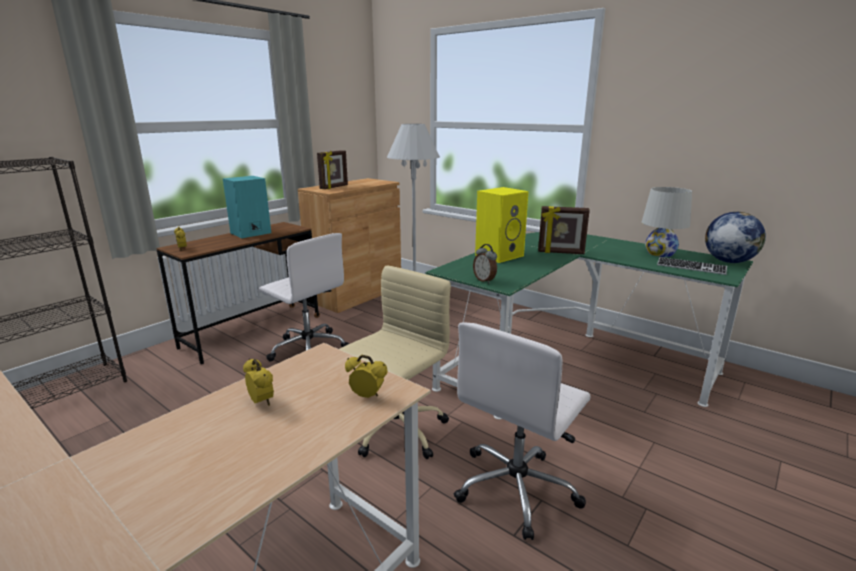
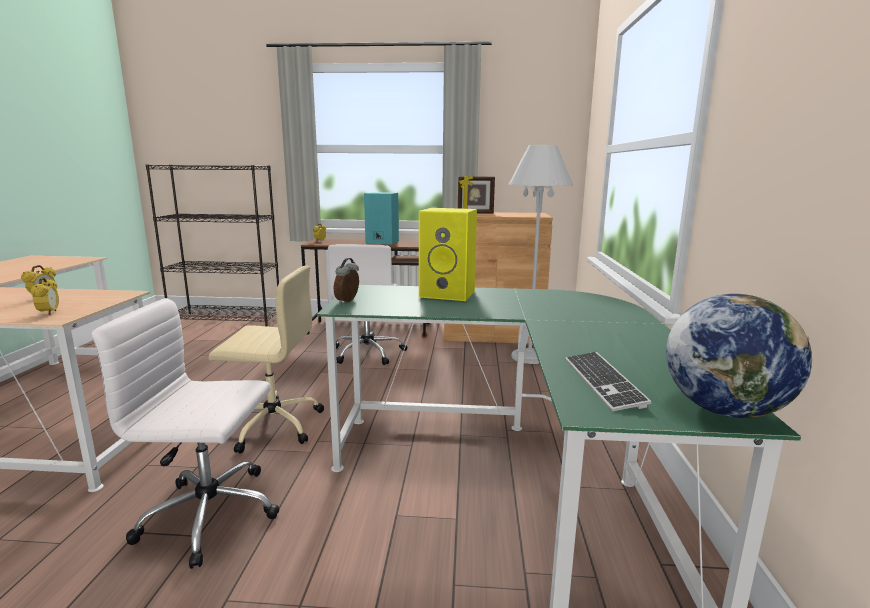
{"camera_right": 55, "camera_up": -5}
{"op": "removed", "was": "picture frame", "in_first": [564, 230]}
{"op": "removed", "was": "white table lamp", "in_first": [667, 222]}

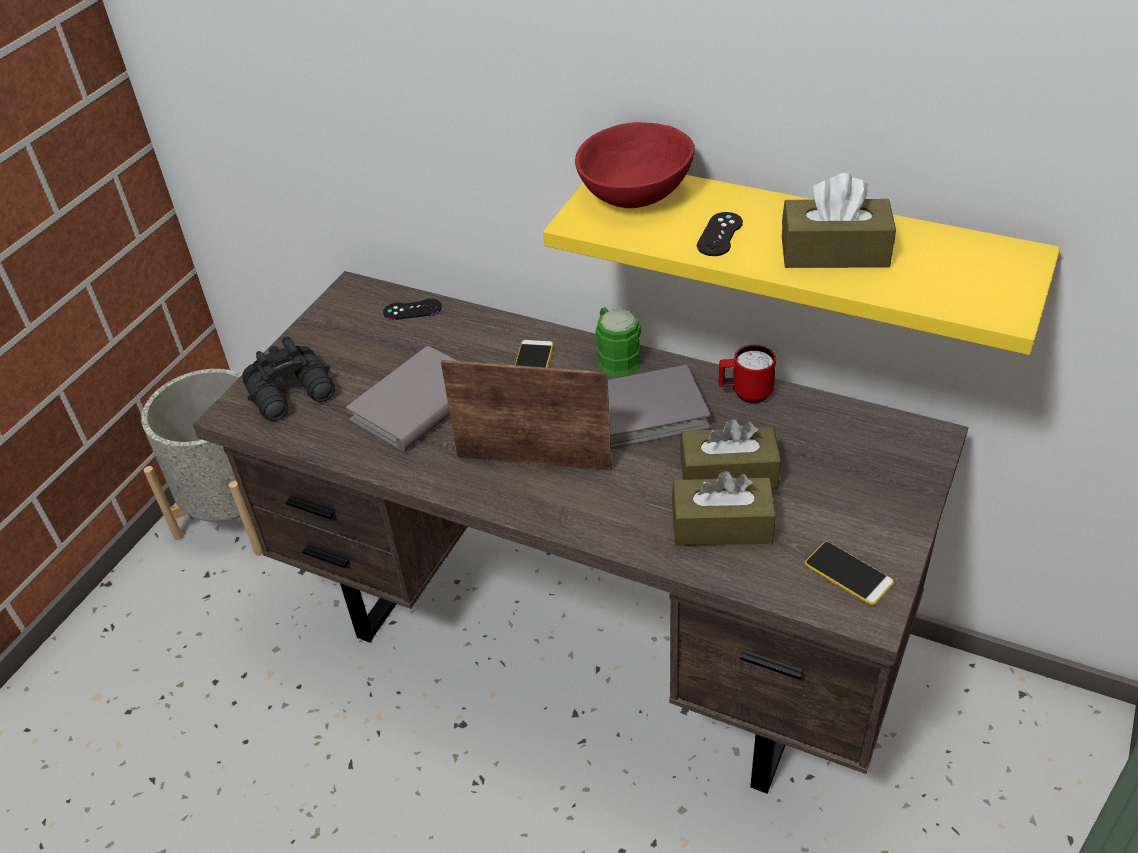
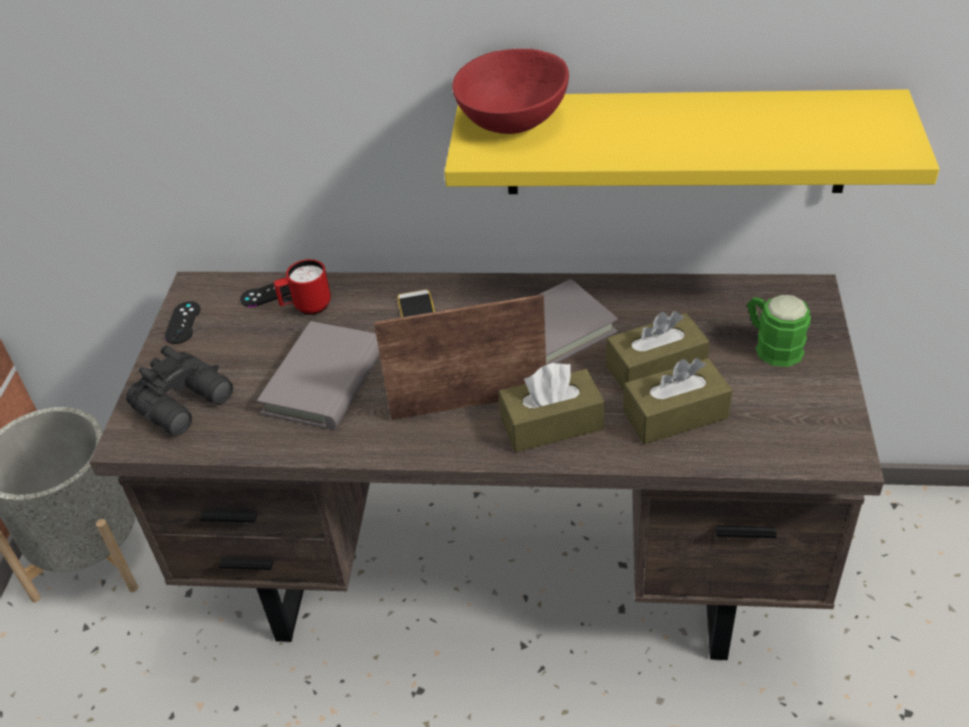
{"camera_right": -20, "camera_up": 0}
{"op": "removed", "was": "phone", "in_first": [849, 573]}
{"op": "moved", "was": "green mug", "in_first": [618, 342], "in_second": [779, 331]}
{"op": "moved", "was": "black game controller", "in_first": [720, 234], "in_second": [183, 322]}
{"op": "moved", "was": "red mug", "in_first": [747, 373], "in_second": [302, 287]}
{"op": "moved", "was": "brown tissue box", "in_first": [839, 220], "in_second": [551, 407]}

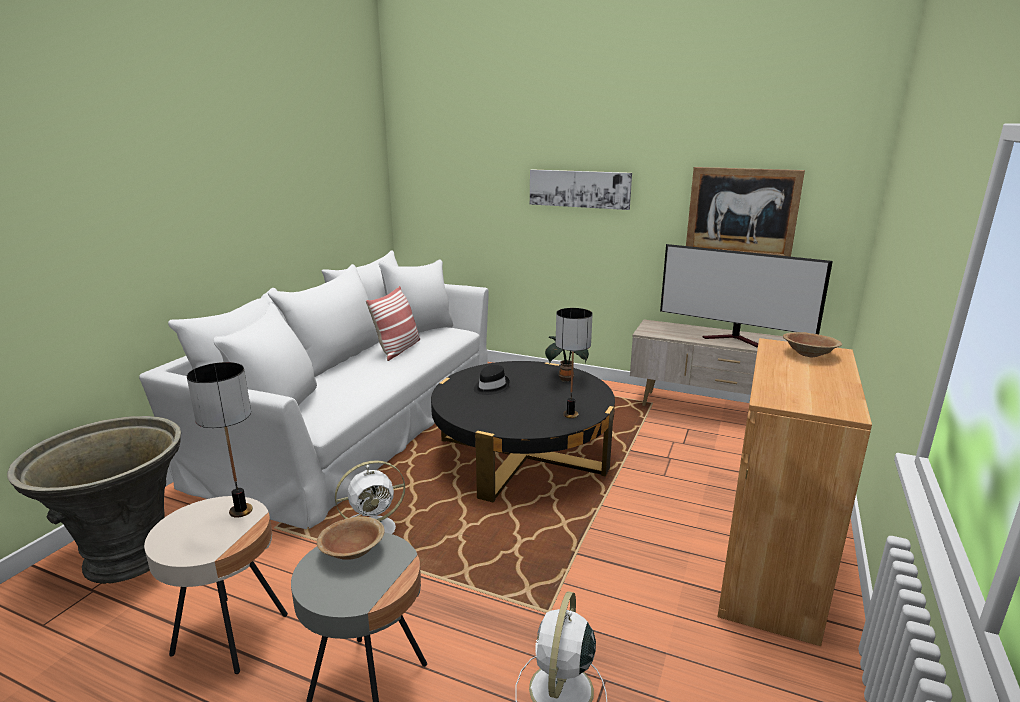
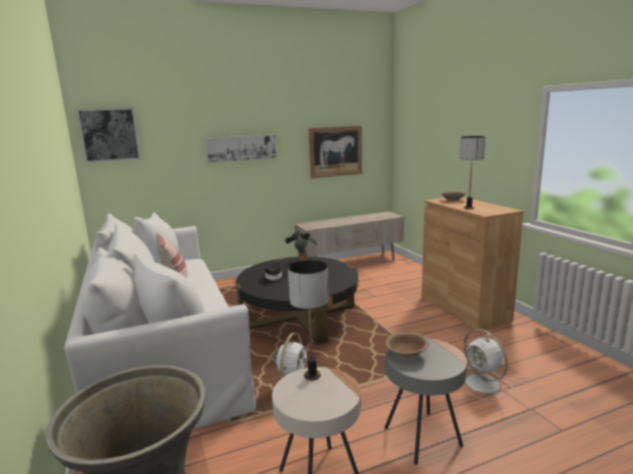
{"camera_right": -45, "camera_up": -5}
{"op": "removed", "was": "television", "in_first": [746, 296]}
{"op": "added", "now": "picture", "in_second": [108, 135]}
{"op": "moved", "was": "table lamp", "in_first": [574, 363], "in_second": [473, 172]}

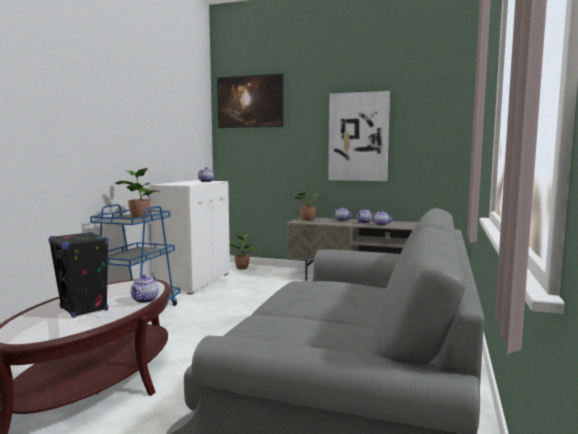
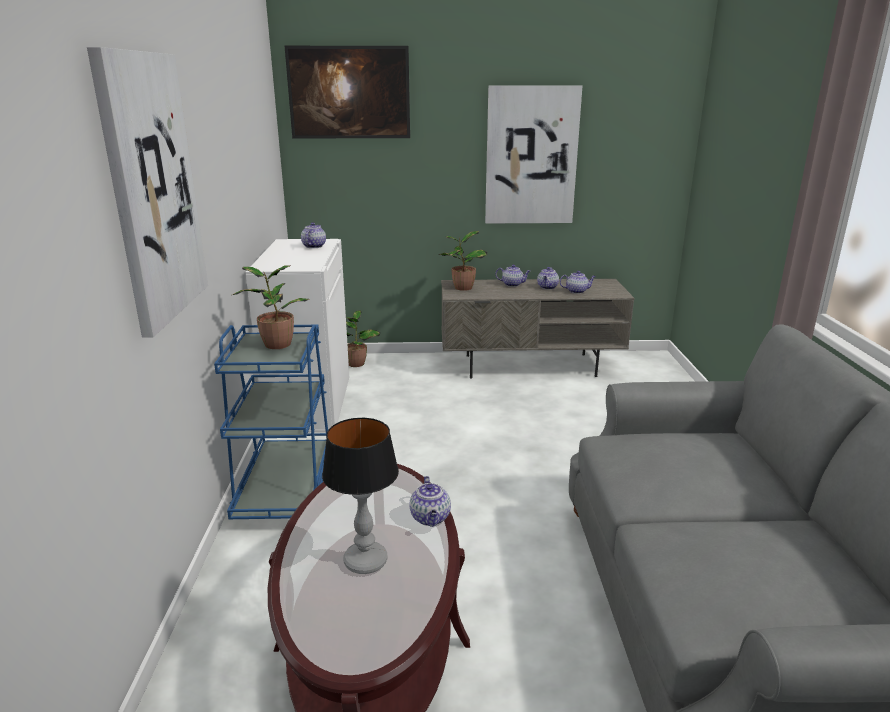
{"camera_right": -20, "camera_up": 15}
{"op": "added", "now": "picture", "in_second": [147, 192]}
{"op": "replaced", "was": "black speaker", "now": "table lamp", "in_first": [78, 275], "in_second": [360, 496]}

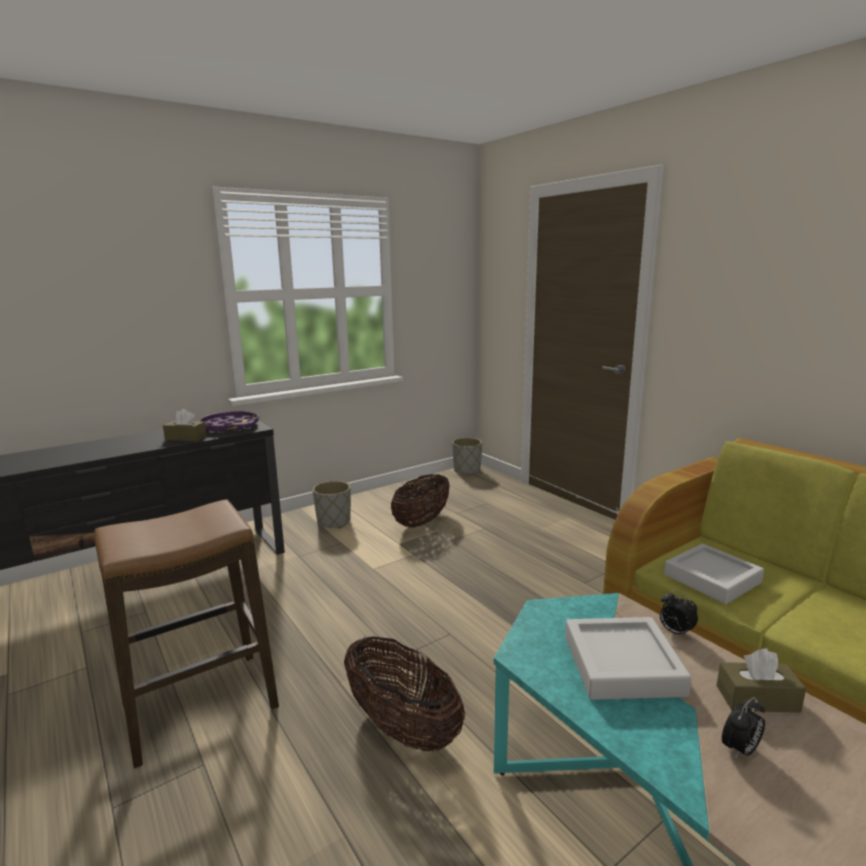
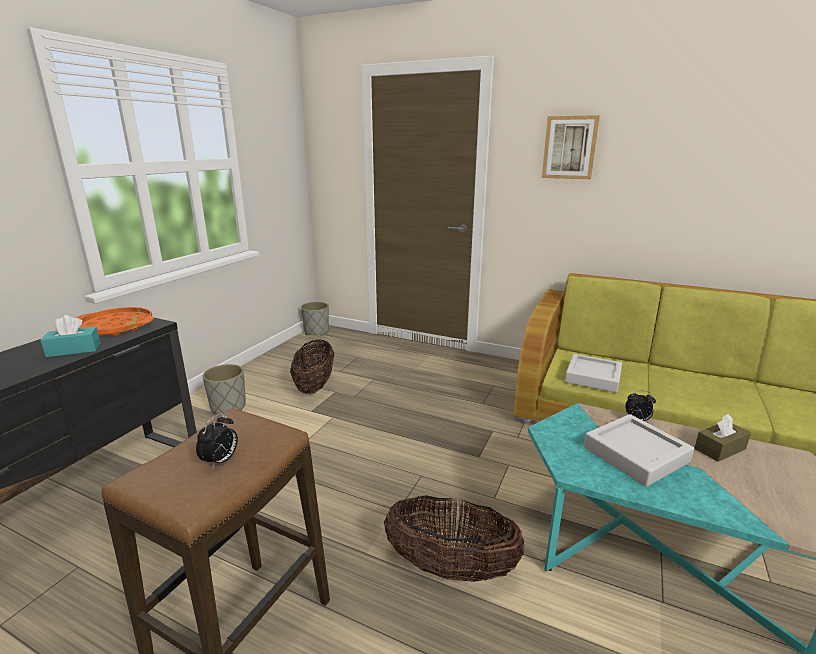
{"camera_right": -30, "camera_up": 5}
{"op": "added", "now": "picture", "in_second": [571, 147]}
{"op": "moved", "was": "alarm clock", "in_first": [743, 728], "in_second": [217, 441]}
{"op": "recoloured", "was": "brown tissue box", "now": "turquoise tissue box", "in_first": [185, 425], "in_second": [70, 336]}
{"op": "recoloured", "was": "purple tray", "now": "orange tray", "in_first": [229, 422], "in_second": [115, 322]}

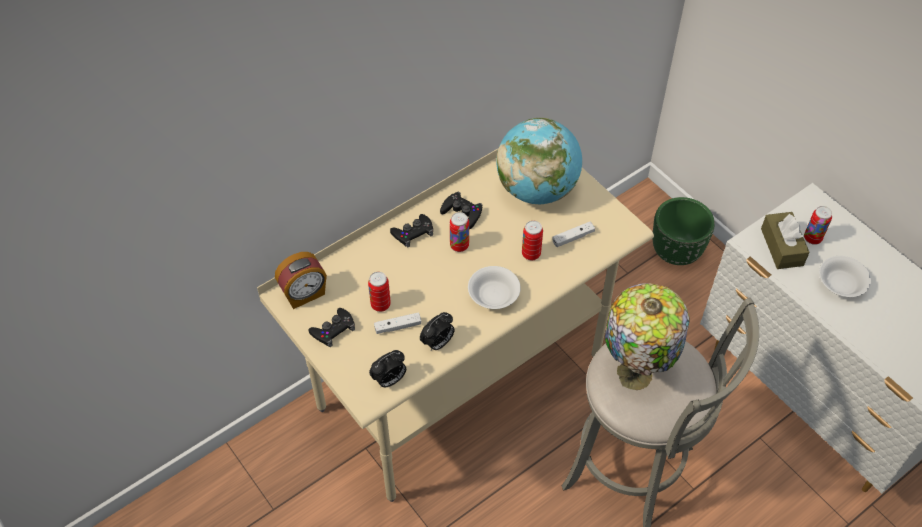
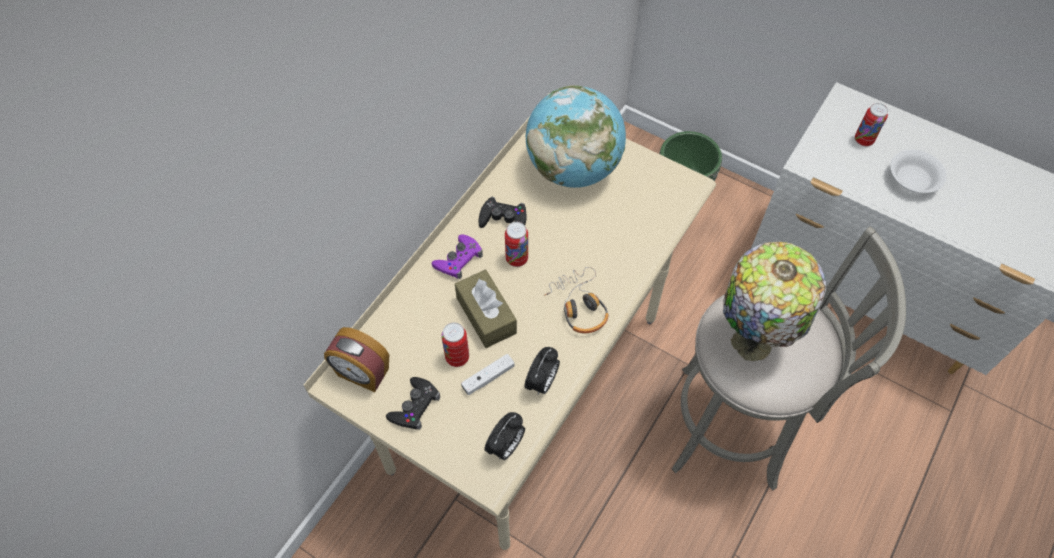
{"camera_right": -20, "camera_up": 5}
{"op": "removed", "was": "can", "in_first": [532, 240]}
{"op": "removed", "was": "white game controller", "in_first": [574, 234]}
{"op": "moved", "was": "brown tissue box", "in_first": [785, 240], "in_second": [486, 309]}
{"op": "replaced", "was": "white bowl", "now": "headphones", "in_first": [494, 287], "in_second": [576, 300]}
{"op": "recoloured", "was": "black game controller", "now": "purple game controller", "in_first": [411, 231], "in_second": [457, 256]}
{"op": "turned", "was": "alarm clock", "in_first": [301, 280], "in_second": [356, 359], "clockwise": 75}

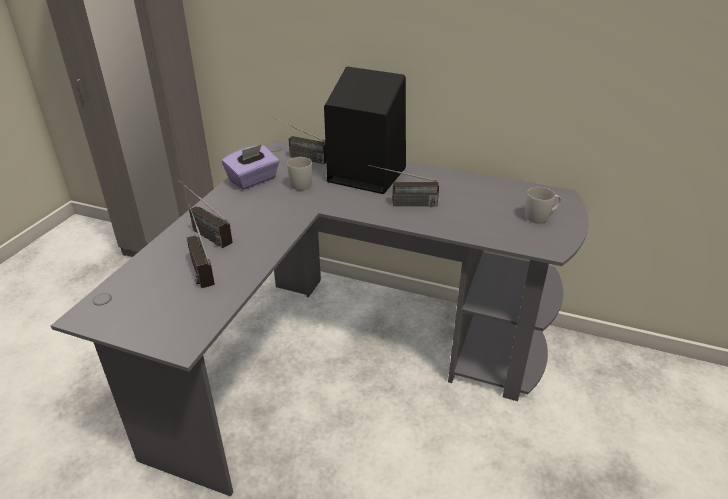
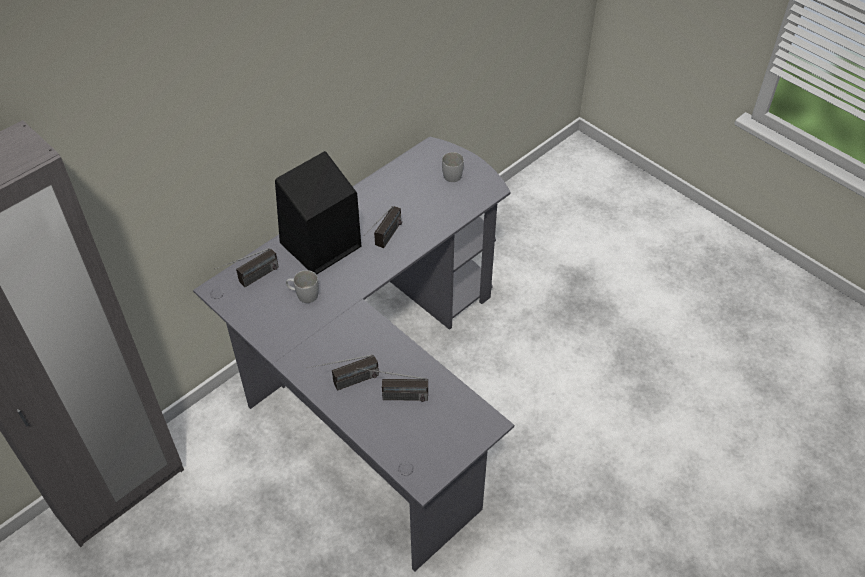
{"camera_right": -65, "camera_up": 15}
{"op": "removed", "was": "purple tissue box", "in_first": [250, 167]}

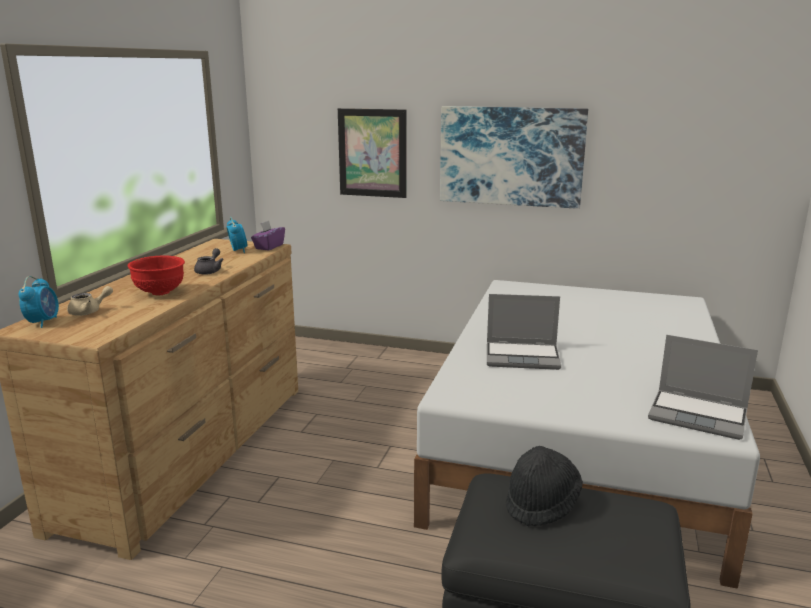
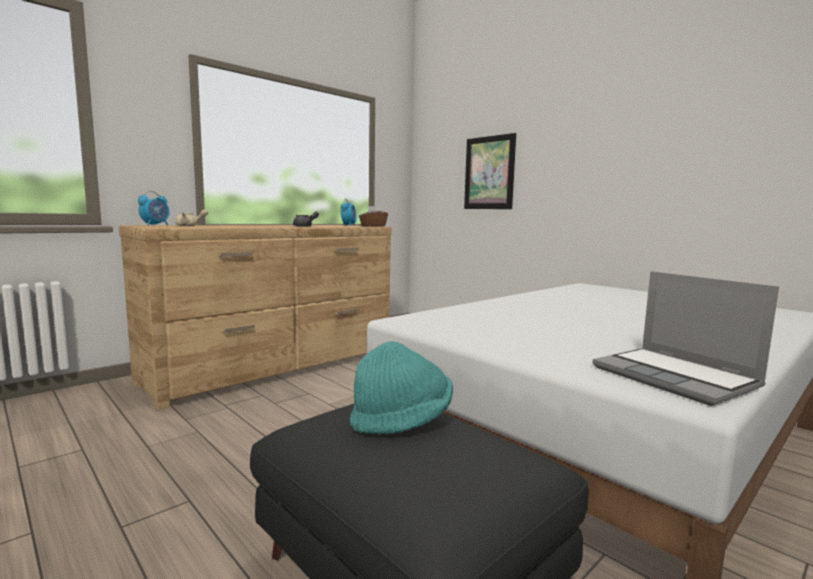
{"camera_right": 30, "camera_up": -10}
{"op": "removed", "was": "red bowl", "in_first": [156, 275]}
{"op": "removed", "was": "picture", "in_first": [514, 157]}
{"op": "removed", "was": "laptop", "in_first": [524, 332]}
{"op": "recoloured", "was": "purple tissue box", "now": "brown tissue box", "in_first": [268, 235], "in_second": [373, 216]}
{"op": "recoloured", "was": "black hat", "now": "turquoise hat", "in_first": [544, 486], "in_second": [401, 388]}

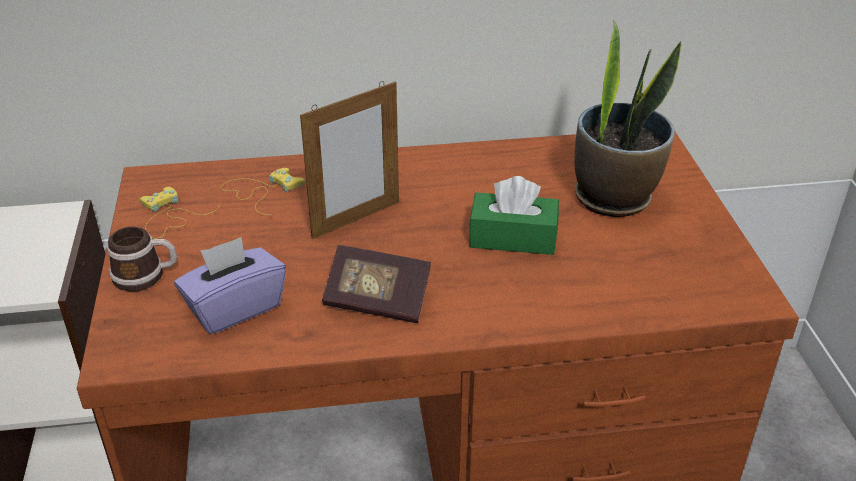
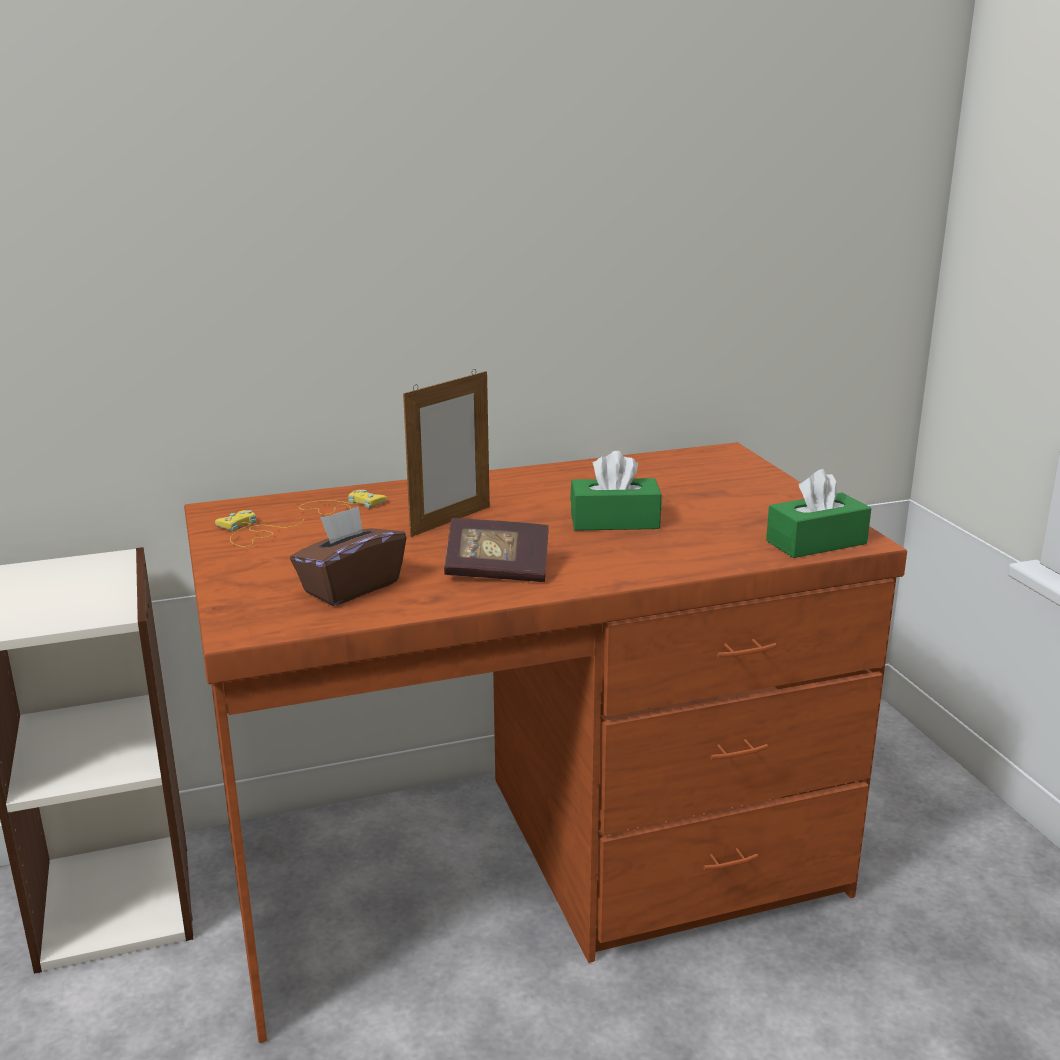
{"camera_right": -10, "camera_up": -15}
{"op": "removed", "was": "mug", "in_first": [142, 259]}
{"op": "removed", "was": "potted plant", "in_first": [628, 118]}
{"op": "added", "now": "green tissue box", "in_second": [818, 513]}
{"op": "recoloured", "was": "purple tissue box", "now": "brown tissue box", "in_first": [230, 285], "in_second": [348, 556]}

